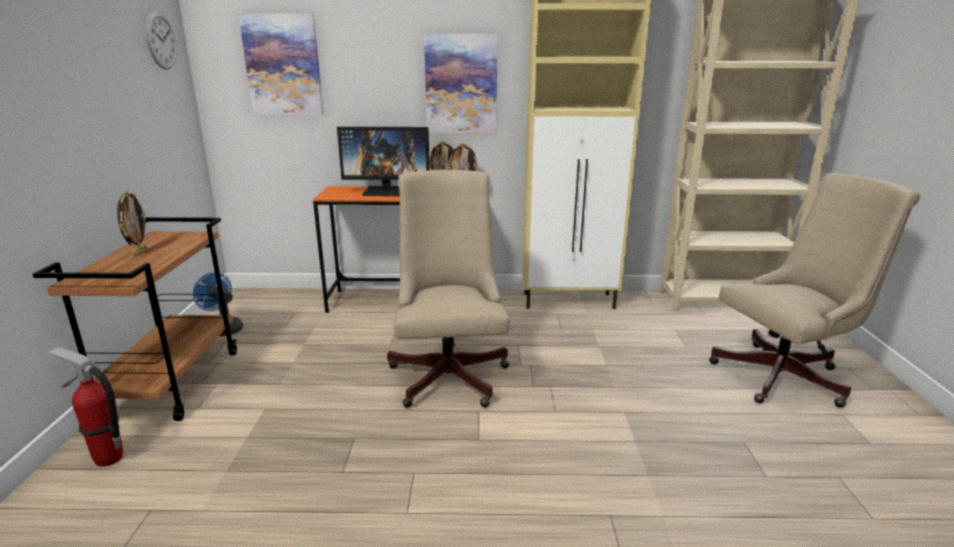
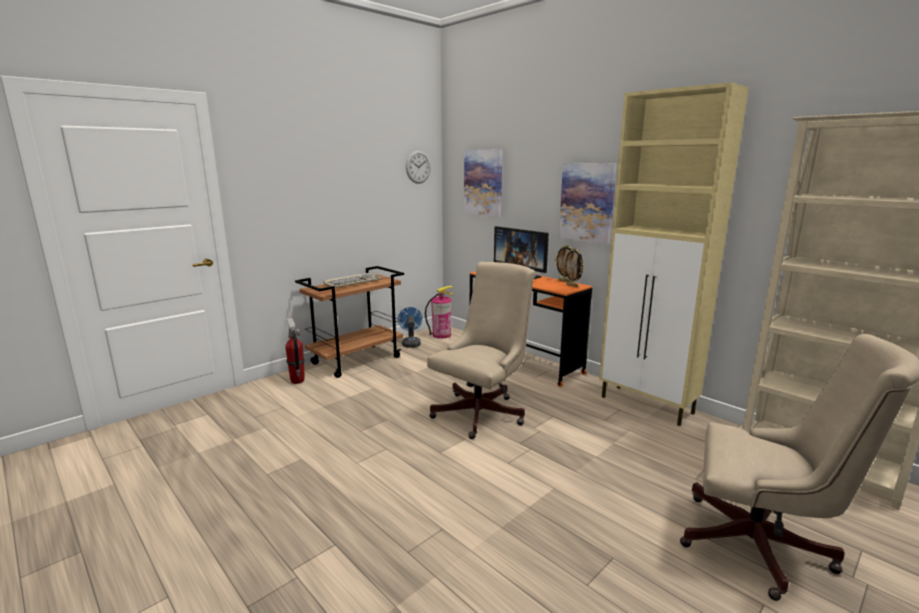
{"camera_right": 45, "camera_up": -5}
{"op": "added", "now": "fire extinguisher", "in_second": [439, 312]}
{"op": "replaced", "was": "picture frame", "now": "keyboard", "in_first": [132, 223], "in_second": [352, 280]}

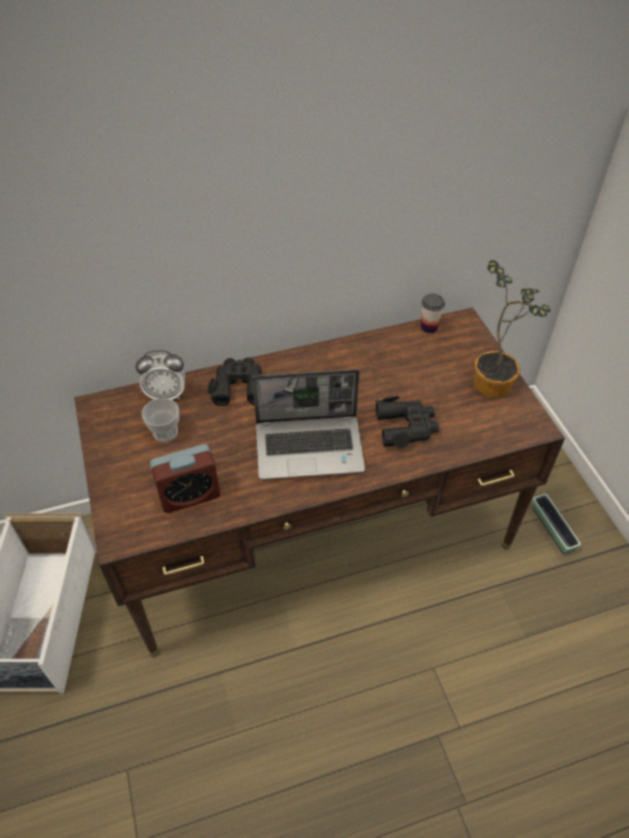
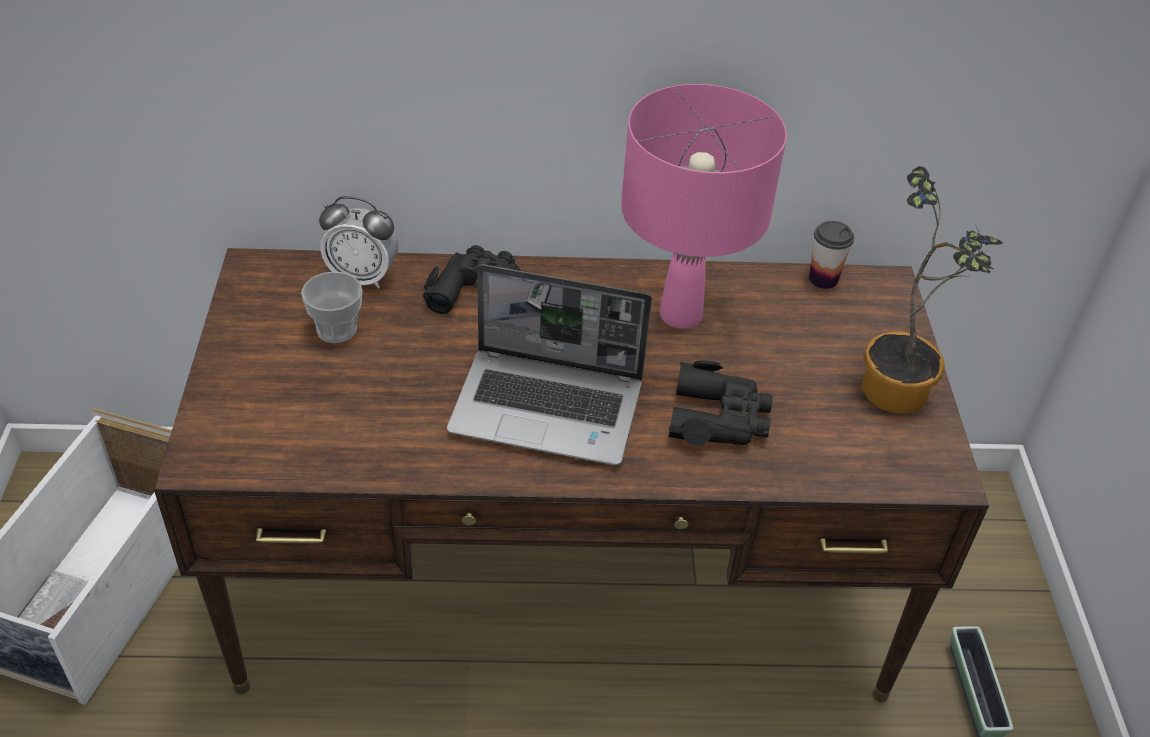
{"camera_right": 15, "camera_up": -5}
{"op": "removed", "was": "alarm clock", "in_first": [185, 478]}
{"op": "added", "now": "pink table lamp", "in_second": [704, 206]}

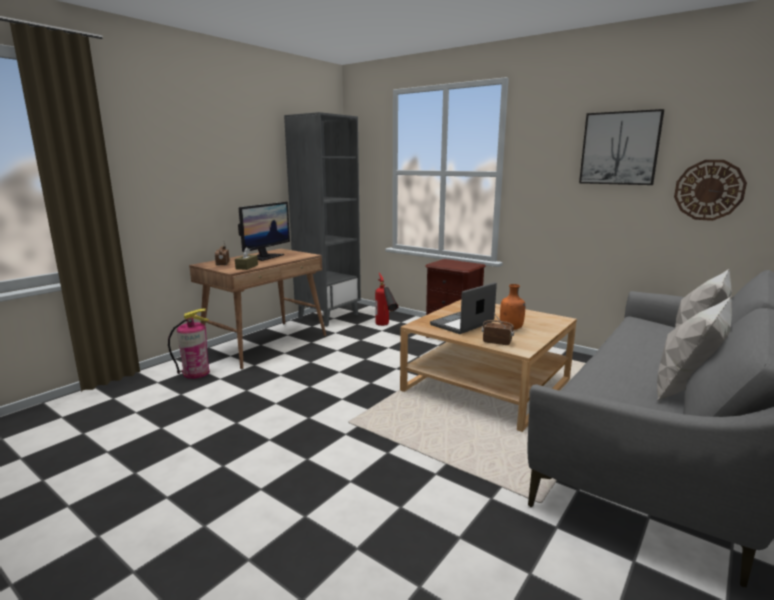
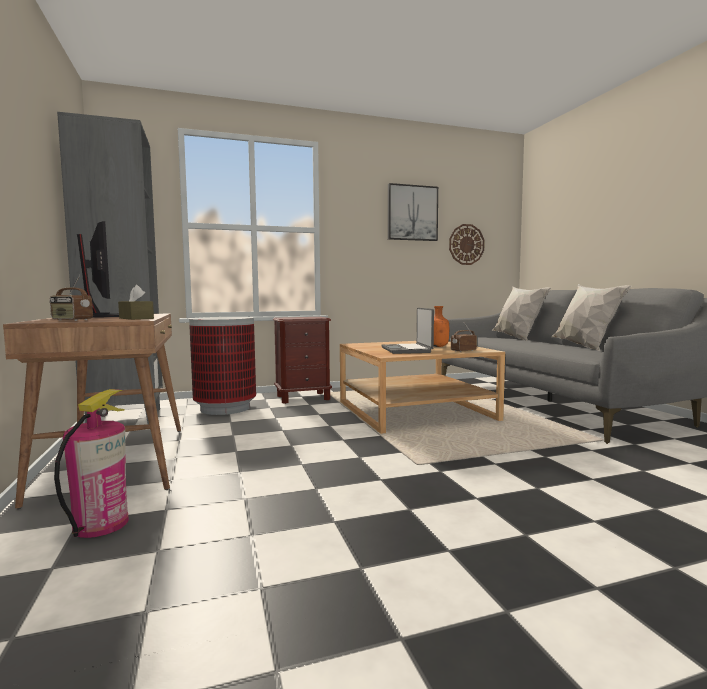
{"camera_right": -55, "camera_up": -10}
{"op": "replaced", "was": "fire extinguisher", "now": "trash can", "in_first": [387, 299], "in_second": [222, 366]}

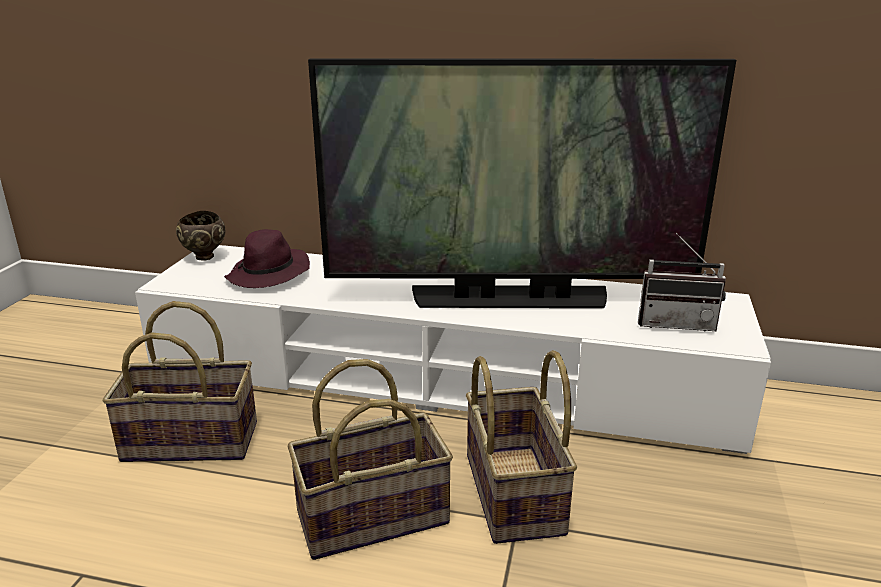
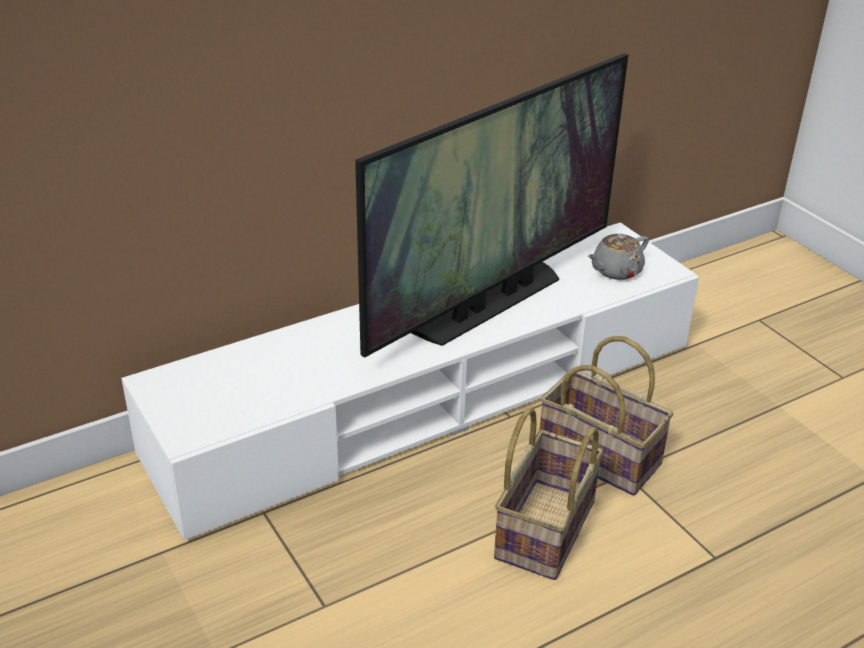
{"camera_right": -45, "camera_up": 10}
{"op": "removed", "was": "basket", "in_first": [180, 381]}
{"op": "removed", "was": "brown bowl", "in_first": [201, 235]}
{"op": "removed", "was": "purple hat", "in_first": [267, 258]}
{"op": "replaced", "was": "radio", "now": "grey teapot", "in_first": [682, 282], "in_second": [618, 257]}

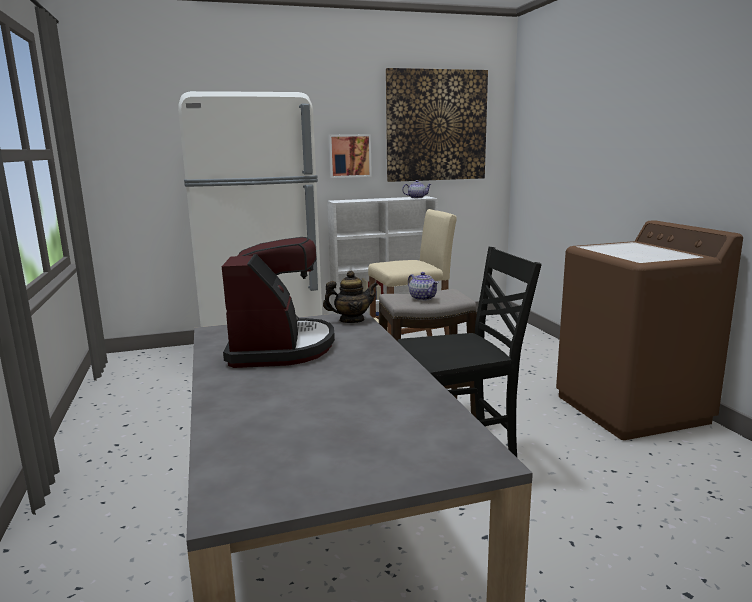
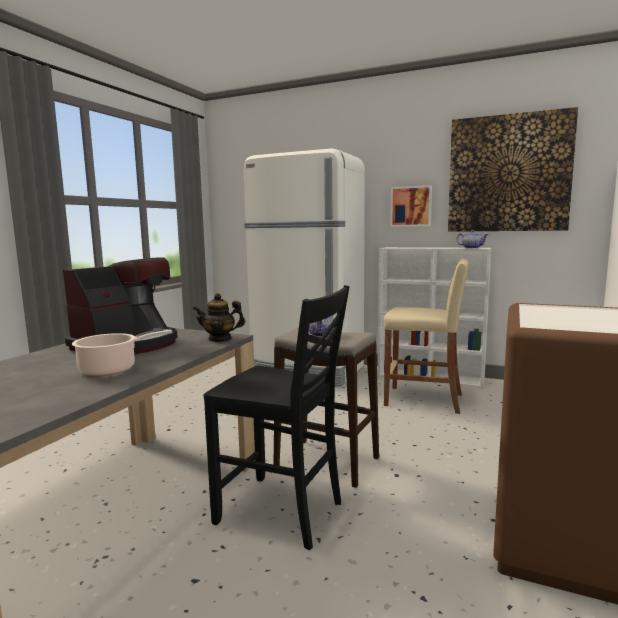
{"camera_right": 40, "camera_up": -5}
{"op": "added", "now": "cooking pot", "in_second": [122, 353]}
{"op": "turned", "was": "teapot", "in_first": [350, 297], "in_second": [219, 317], "clockwise": 150}

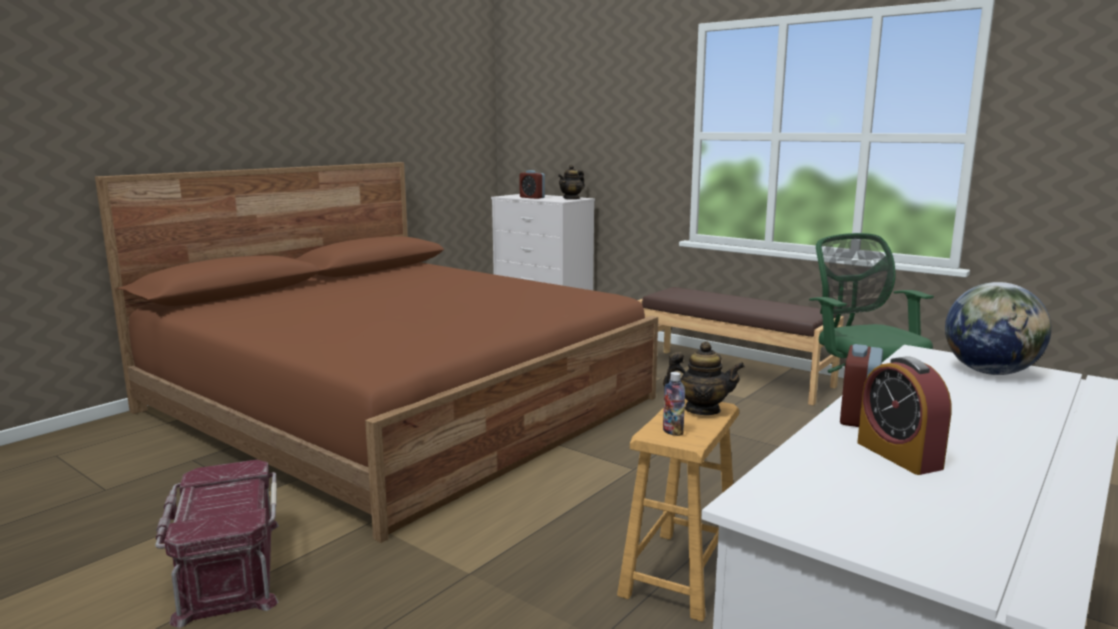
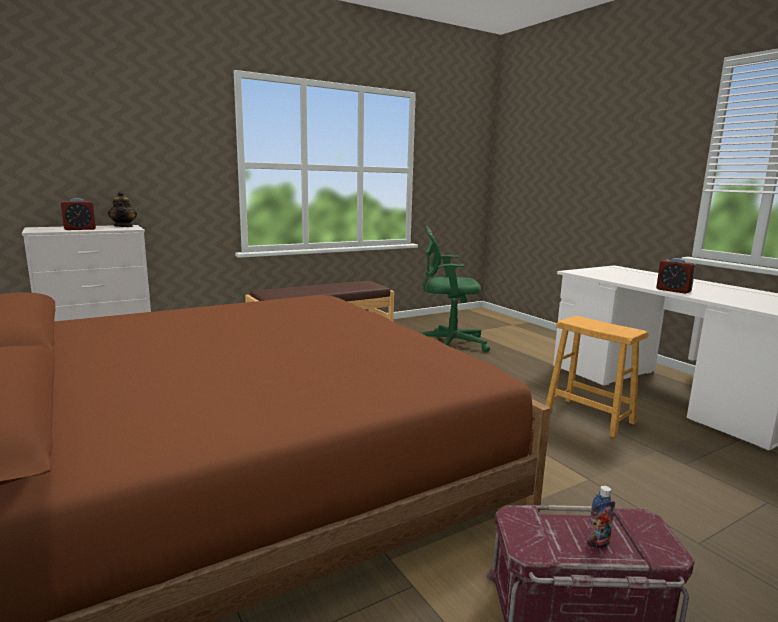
{"camera_right": -70, "camera_up": 0}
{"op": "removed", "was": "teapot", "in_first": [704, 378]}
{"op": "removed", "was": "alarm clock", "in_first": [904, 416]}
{"op": "removed", "was": "globe", "in_first": [998, 328]}
{"op": "moved", "was": "bottle", "in_first": [674, 404], "in_second": [601, 517]}

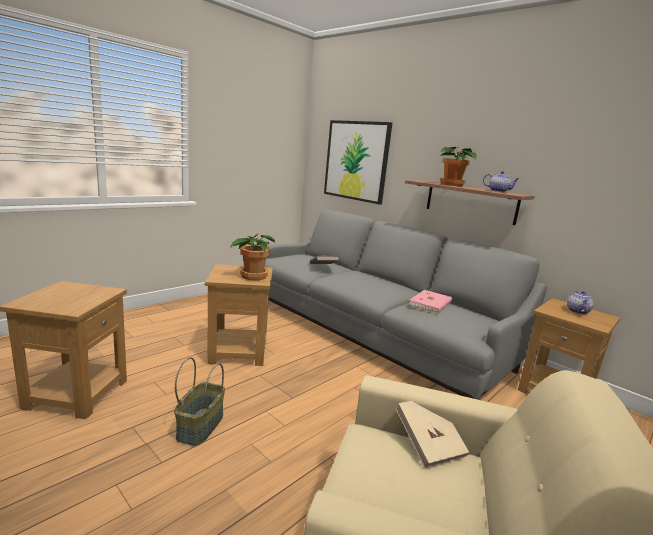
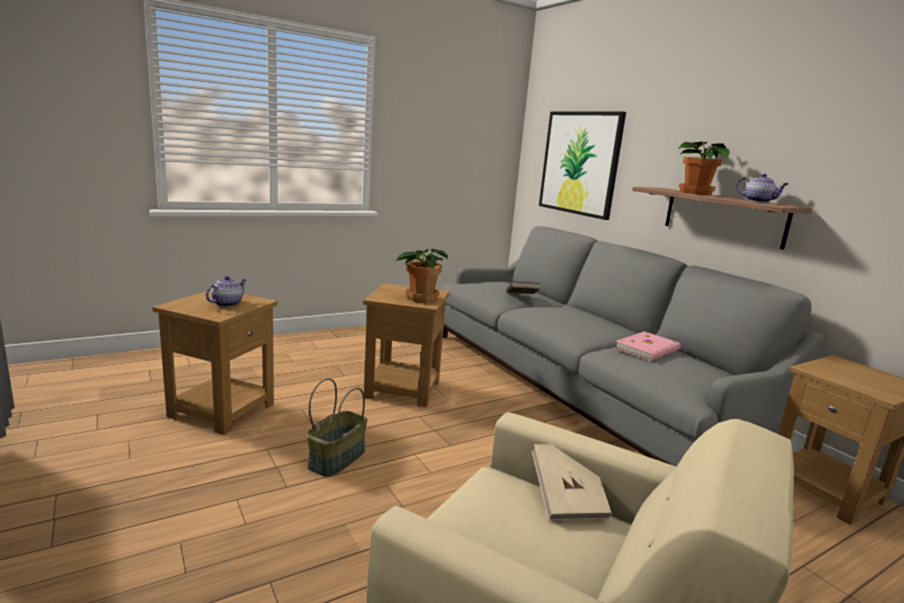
{"camera_right": 15, "camera_up": 0}
{"op": "moved", "was": "teapot", "in_first": [580, 303], "in_second": [226, 291]}

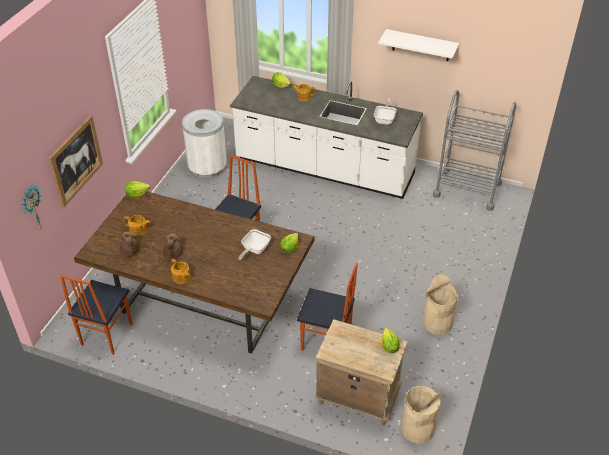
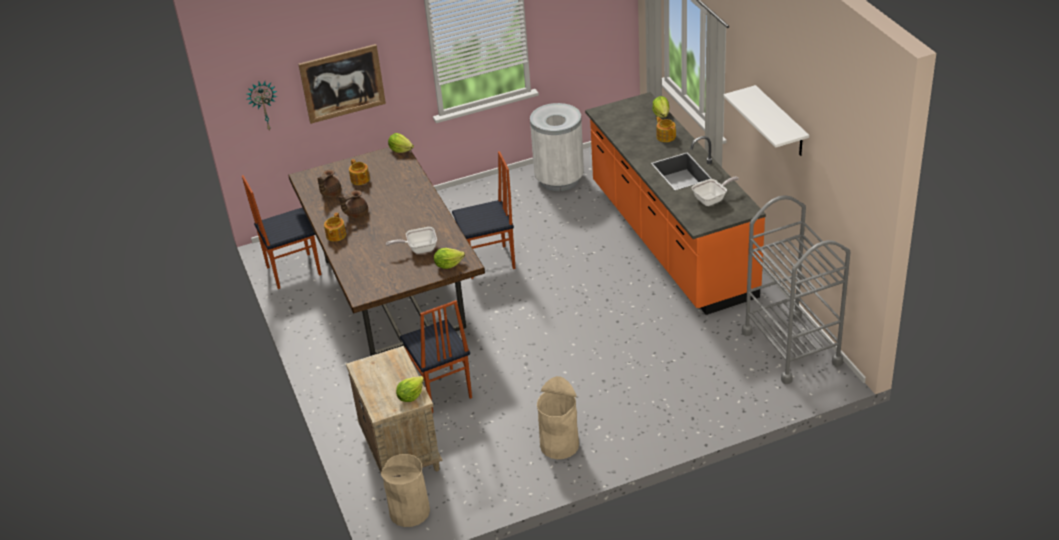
{"camera_right": 50, "camera_up": -5}
{"op": "recoloured", "was": "white counter", "now": "orange counter", "in_first": [326, 137], "in_second": [675, 203]}

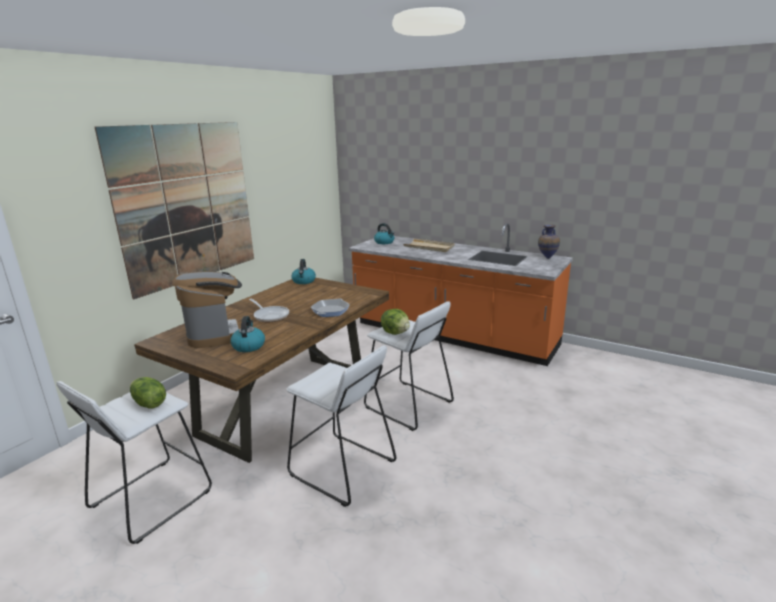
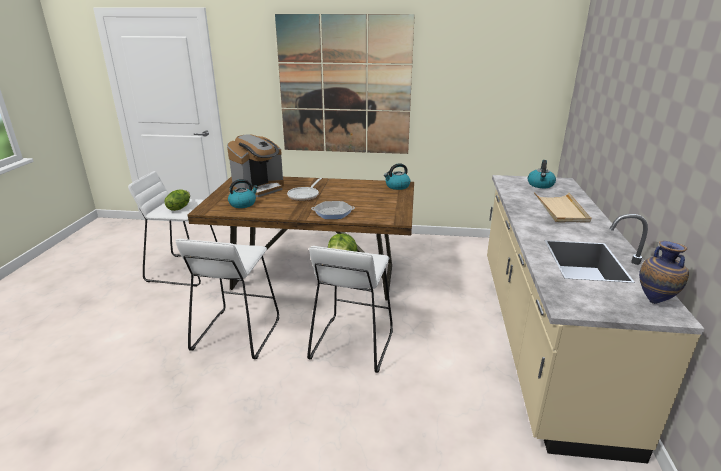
{"camera_right": 65, "camera_up": 5}
{"op": "recoloured", "was": "orange counter", "now": "beige counter", "in_first": [461, 294], "in_second": [596, 319]}

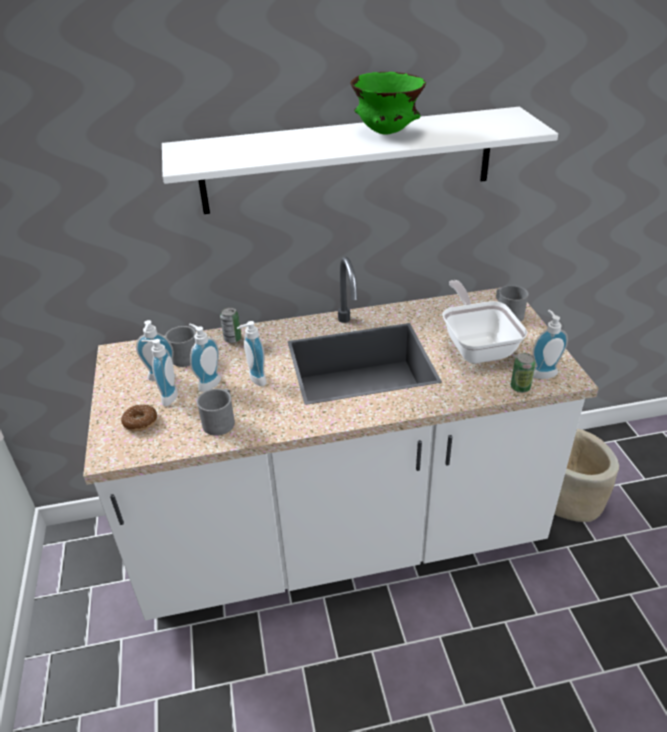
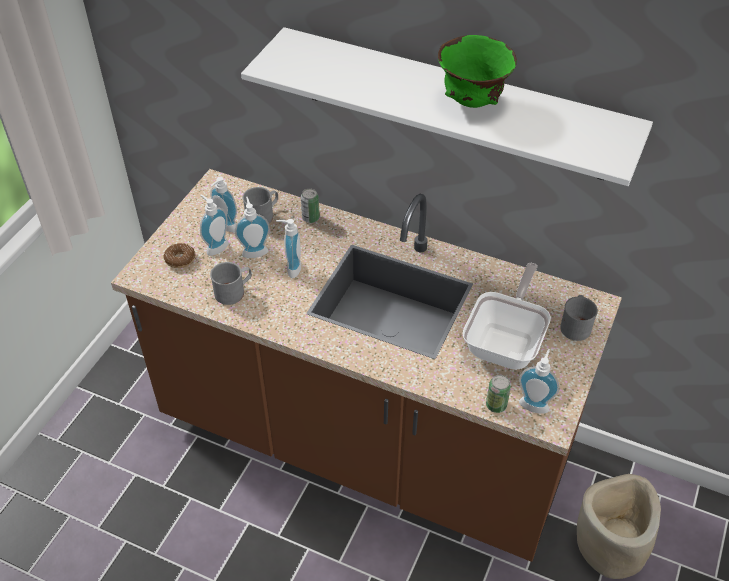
{"camera_right": 35, "camera_up": 10}
{"op": "recoloured", "was": "white counter", "now": "brown counter", "in_first": [341, 438], "in_second": [366, 365]}

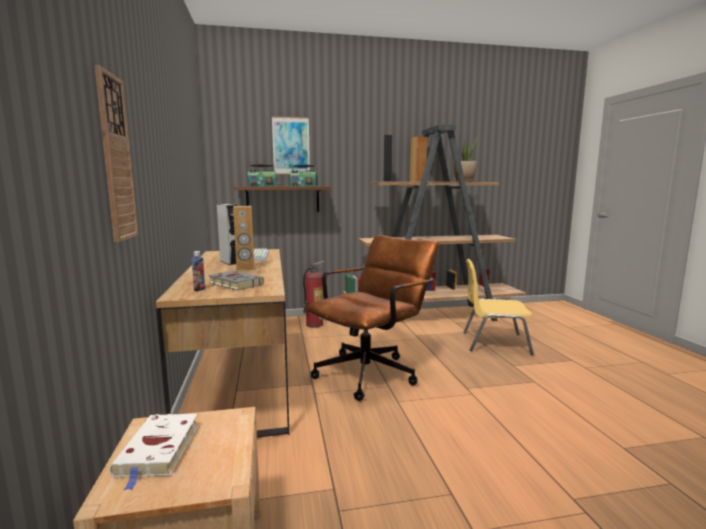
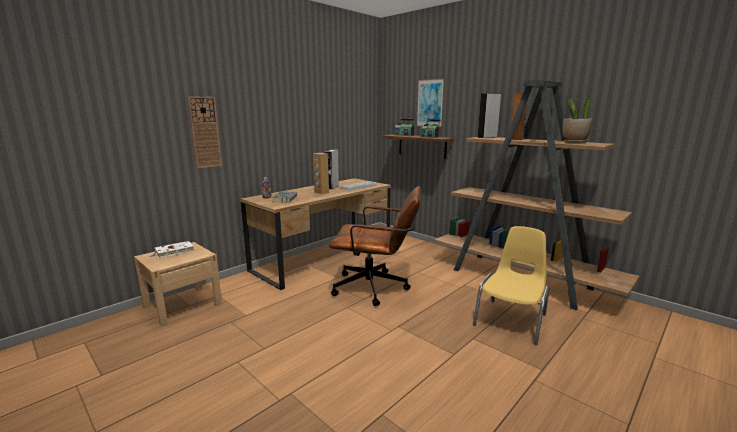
{"camera_right": 55, "camera_up": 5}
{"op": "removed", "was": "fire extinguisher", "in_first": [314, 294]}
{"op": "turned", "was": "yellow chair", "in_first": [498, 307], "in_second": [511, 285], "clockwise": 60}

